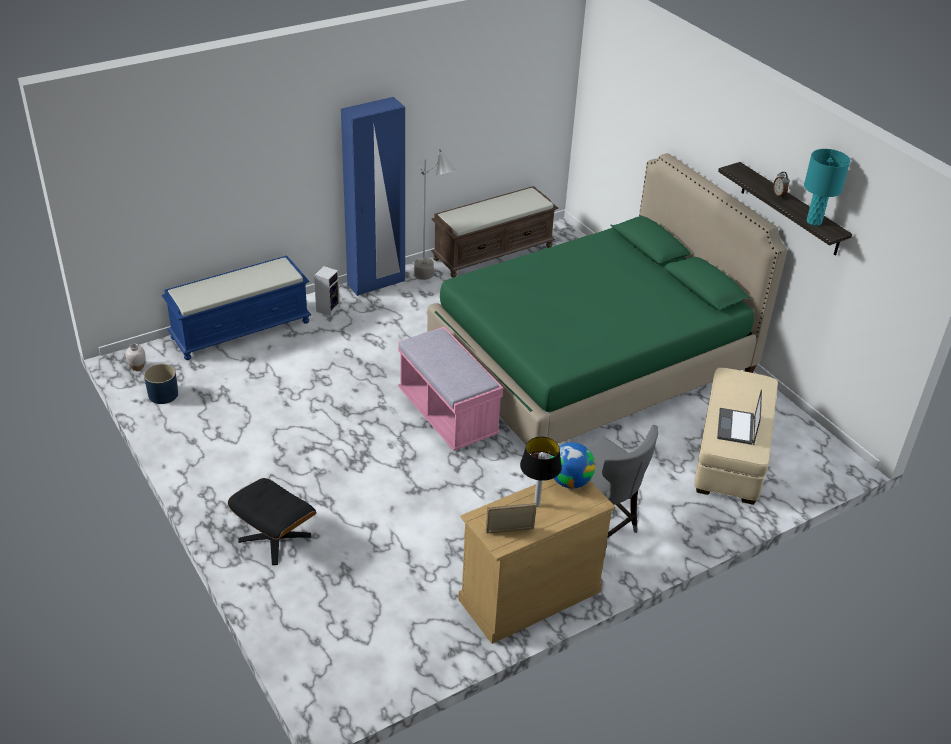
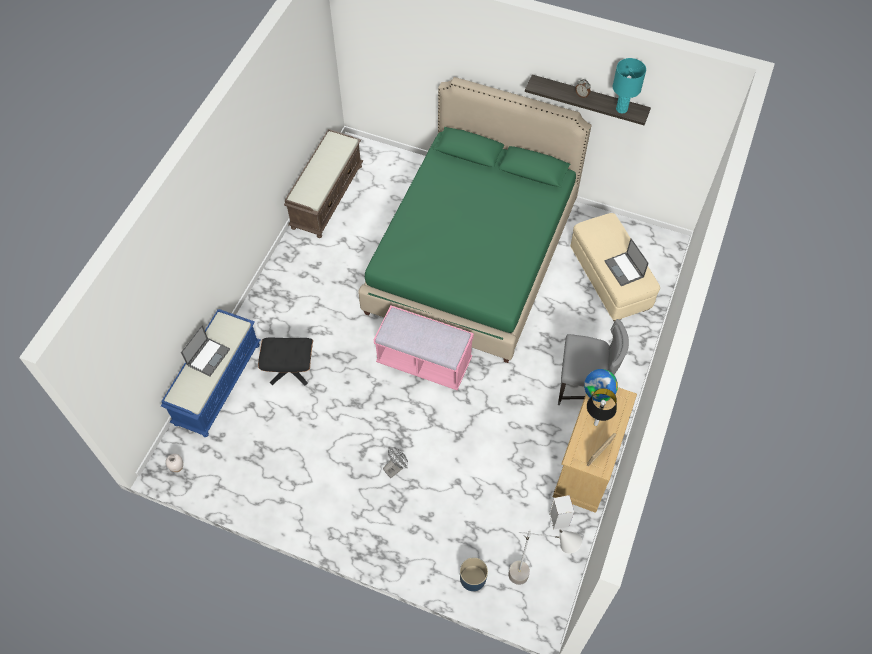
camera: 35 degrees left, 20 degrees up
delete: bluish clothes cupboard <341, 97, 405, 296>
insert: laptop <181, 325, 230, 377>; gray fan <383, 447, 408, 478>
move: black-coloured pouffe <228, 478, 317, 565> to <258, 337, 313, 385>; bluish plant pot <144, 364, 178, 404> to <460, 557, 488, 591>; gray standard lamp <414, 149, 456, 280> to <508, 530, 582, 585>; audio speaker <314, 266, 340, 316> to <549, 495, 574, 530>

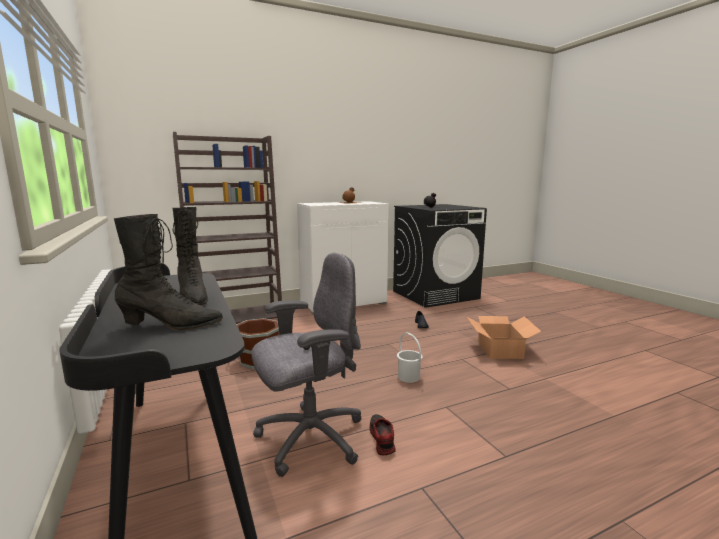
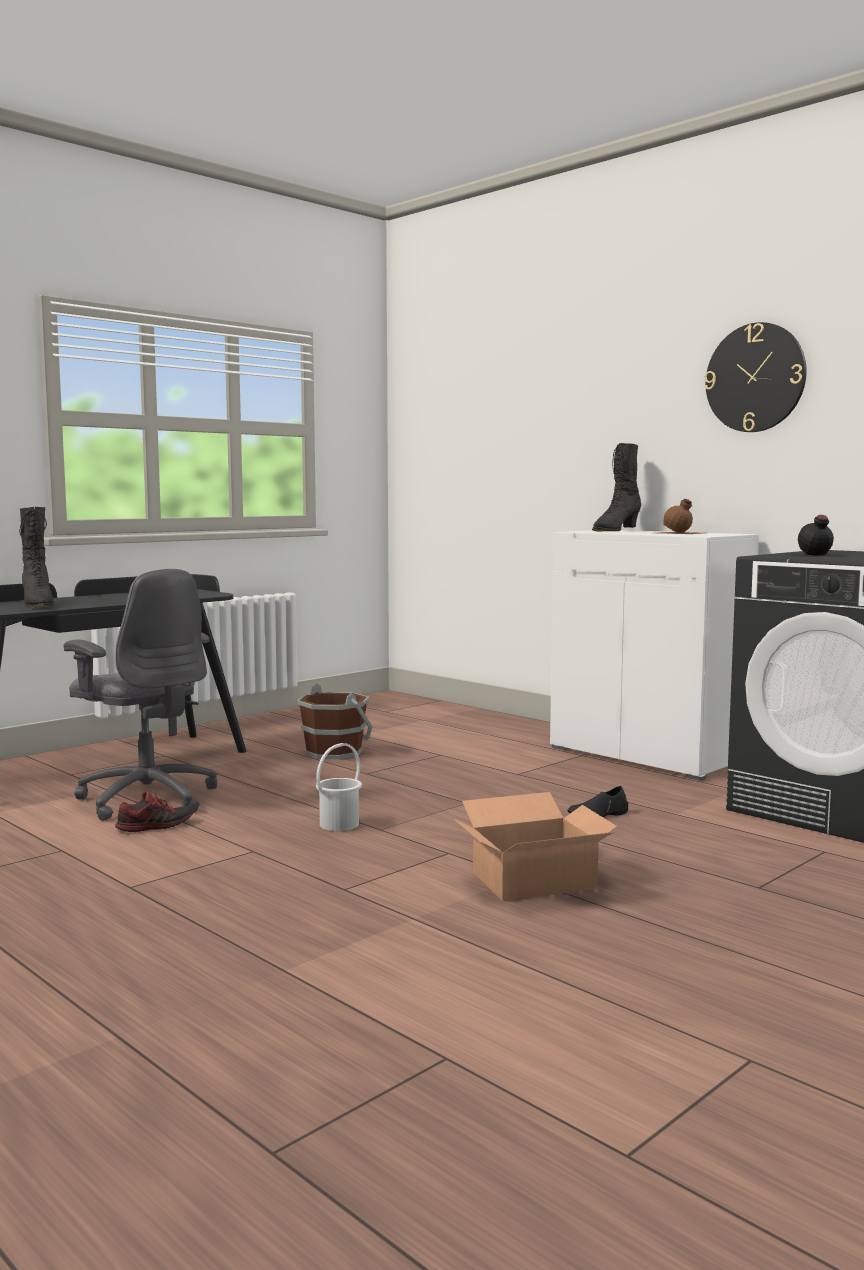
camera: 70 degrees right, 5 degrees down
delete: brown bookcase <173, 132, 282, 324>
insert: hanging clock <704, 322, 807, 432>
move: black-coloured boot <173, 207, 208, 305> to <592, 443, 641, 531>

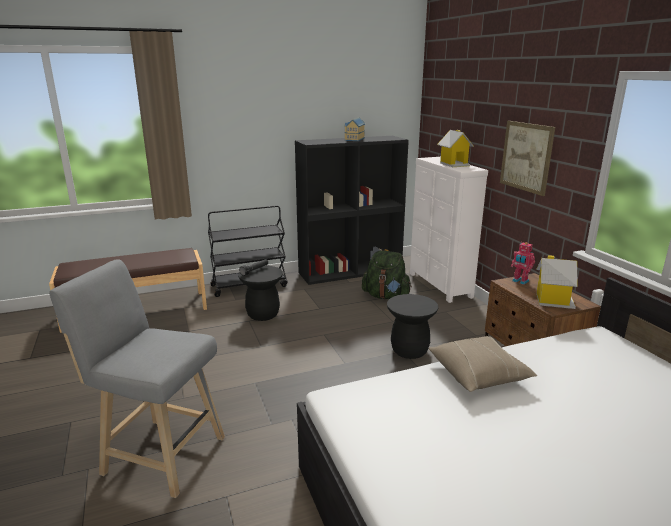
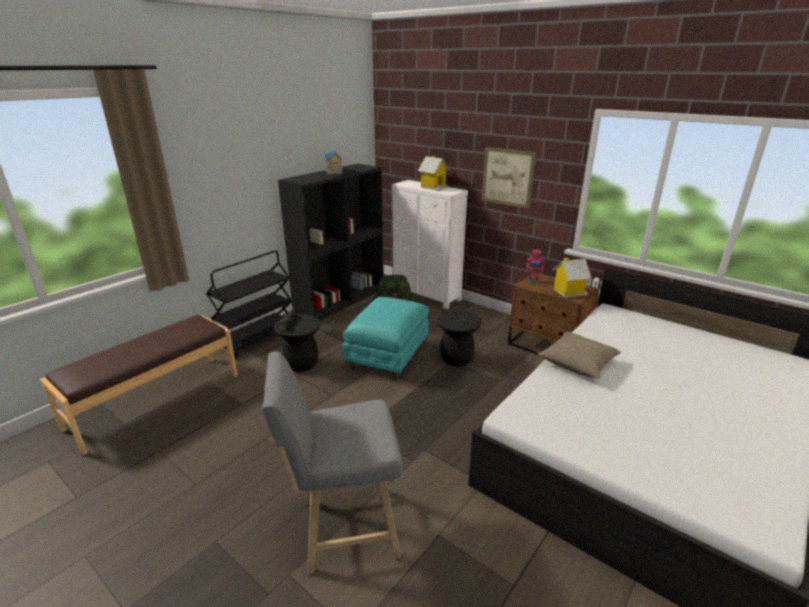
camera: 30 degrees left, 5 degrees up
insert: turquoise-coloured pouffe <342, 297, 429, 380>

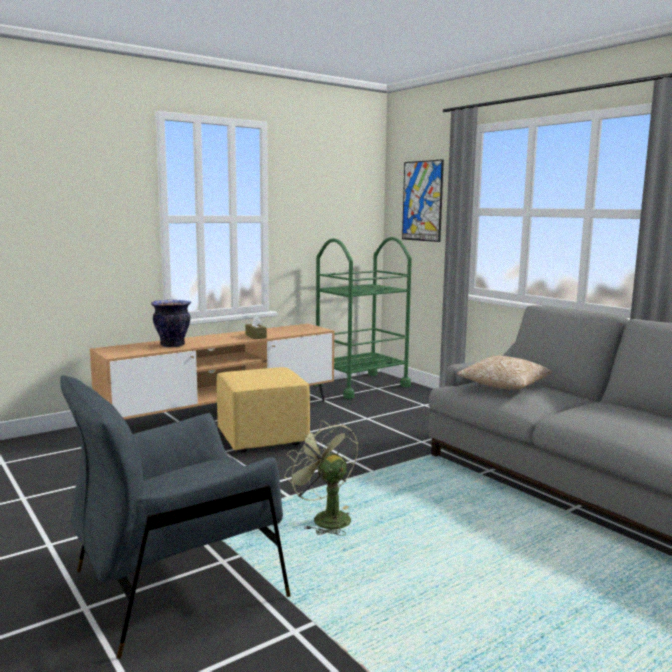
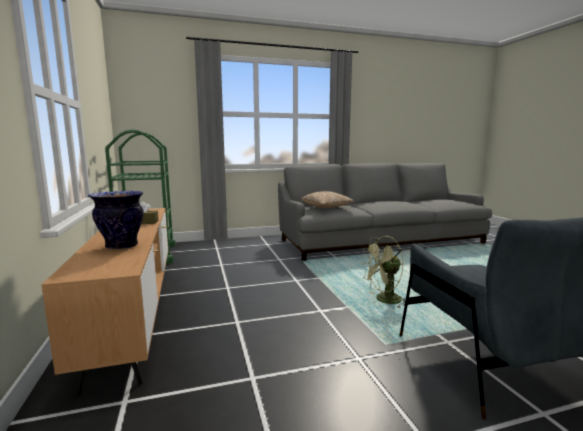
camera: 70 degrees left, 0 degrees up
delete: yellowish pouffe <217, 367, 310, 453>; wall picture <402, 159, 444, 242>

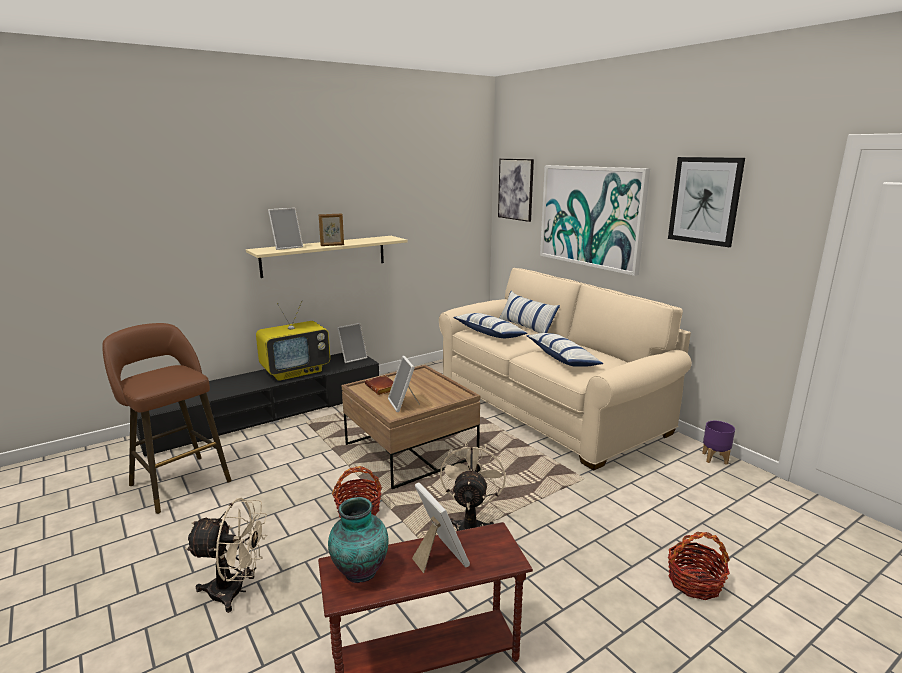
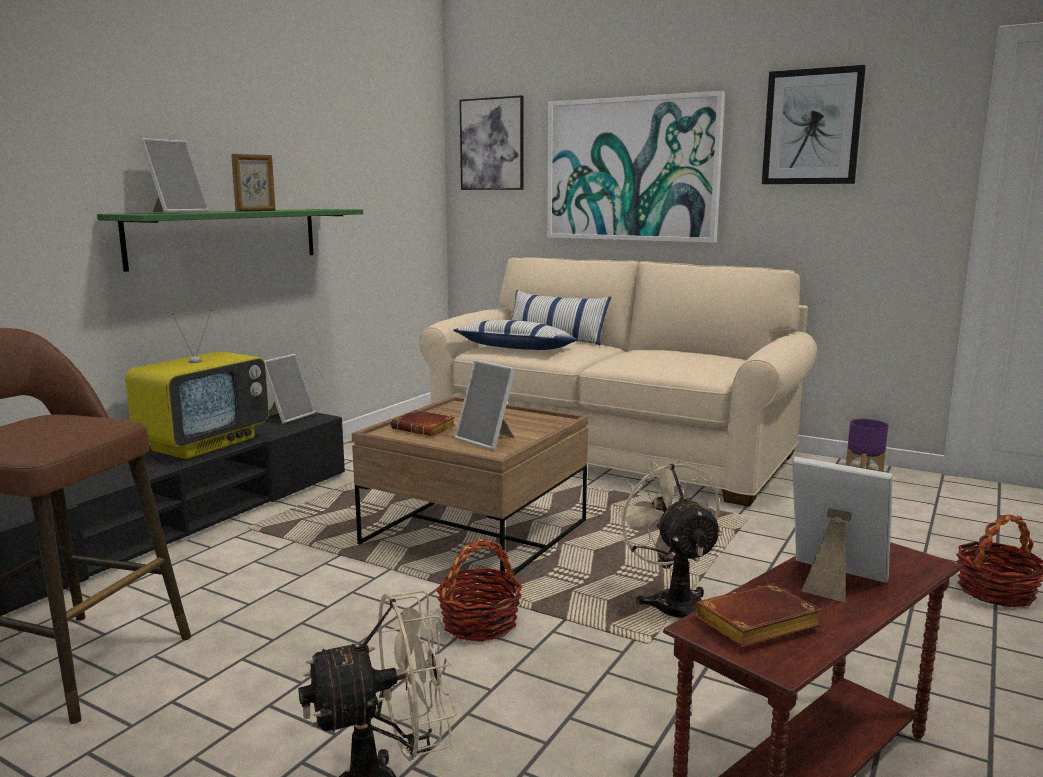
camera: 25 degrees left, 5 degrees down
delete: cushion <526, 333, 603, 367>
replace: decorative vase <328, 497, 388, 583> to brown book <695, 583, 822, 648>
recolor: beige-coloured bracket shelf <246, 236, 407, 278> to green bracket shelf <97, 209, 363, 272>

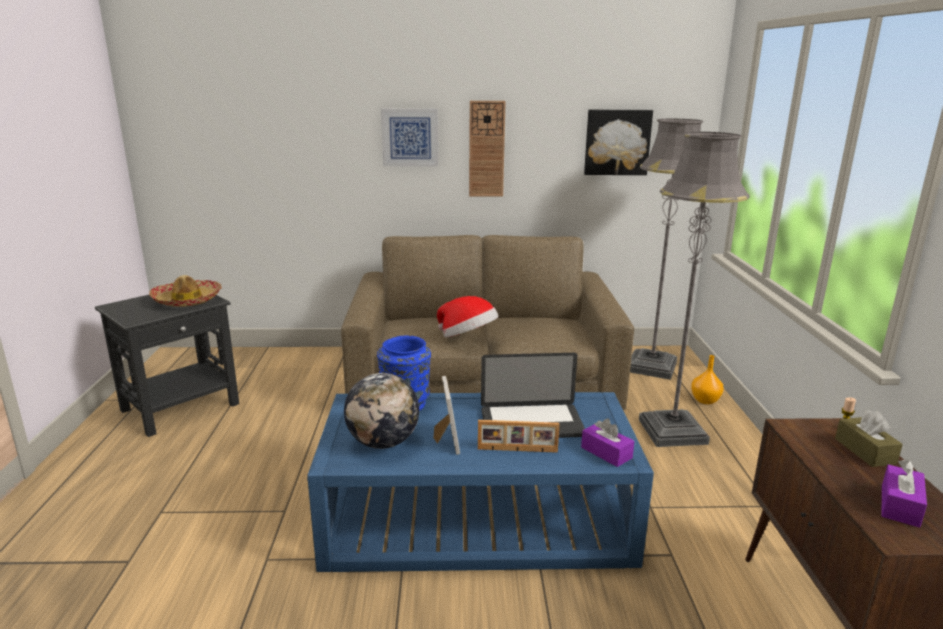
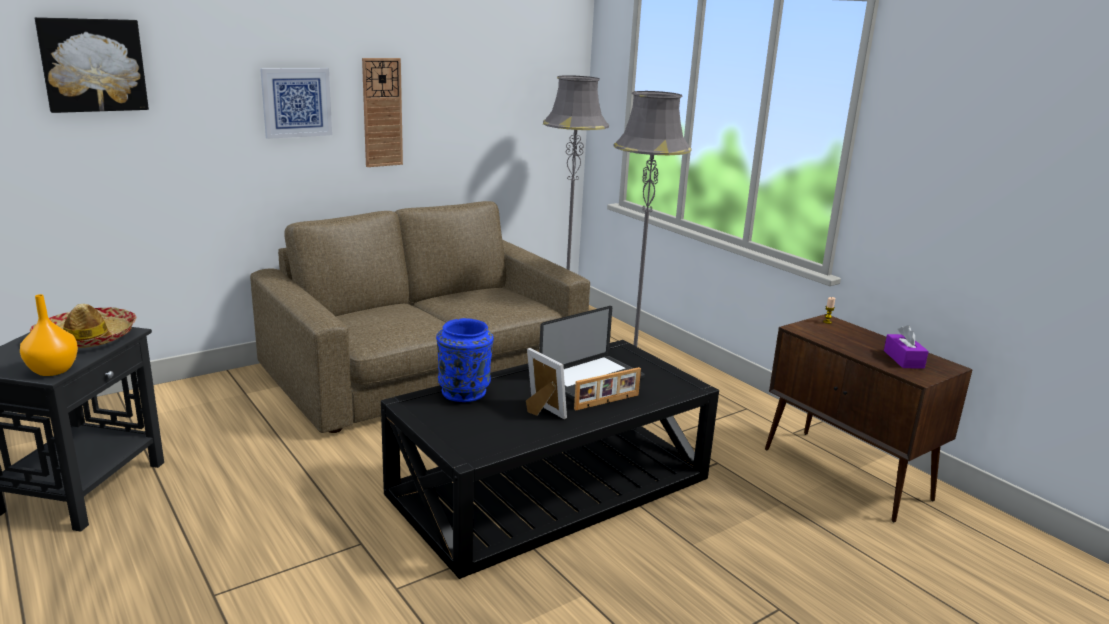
camera: 35 degrees left, 0 degrees up
delete: globe <344, 373, 419, 449>; clothing hat <437, 296, 498, 337>; purple-coloured tissue holder <581, 418, 634, 467>; brown tissue holder <835, 410, 903, 467>
move: orangey decorative vase <691, 355, 724, 404> to <20, 294, 78, 376>; wall picture <584, 110, 653, 175> to <35, 17, 149, 113>
recolor: bluish low table <307, 392, 654, 572> to black-coloured low table <381, 340, 719, 579>

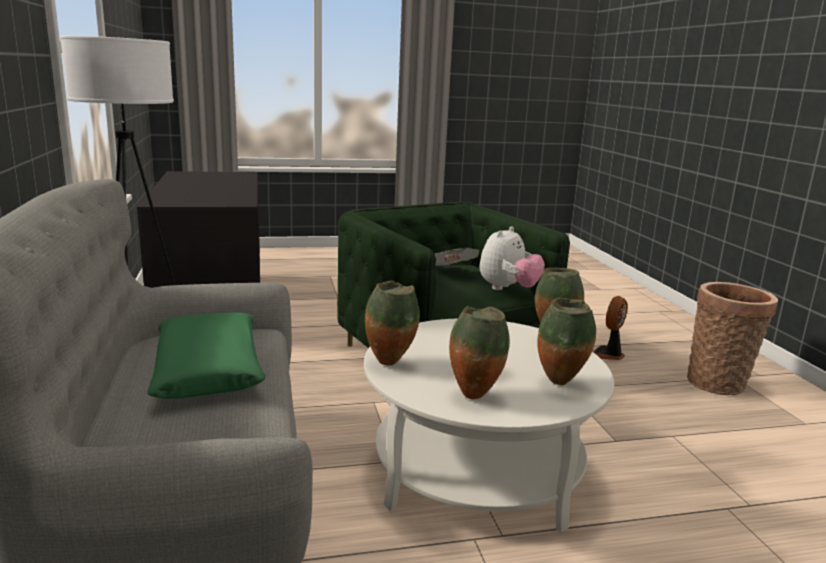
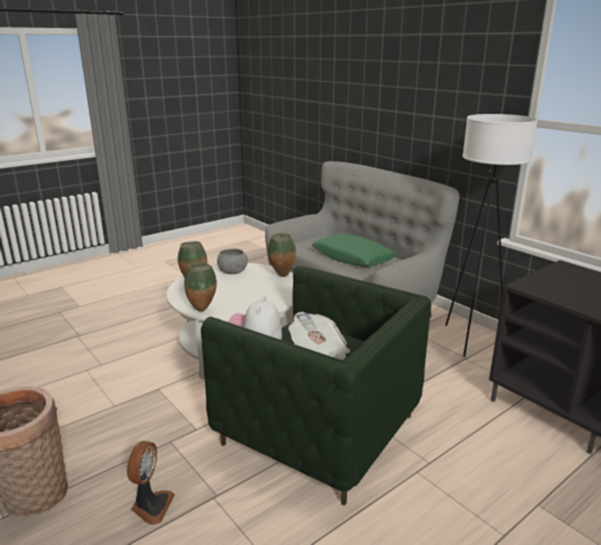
camera: 155 degrees right, 5 degrees up
replace: decorative vase <449, 306, 510, 399> to gray bowl <217, 249, 248, 274>

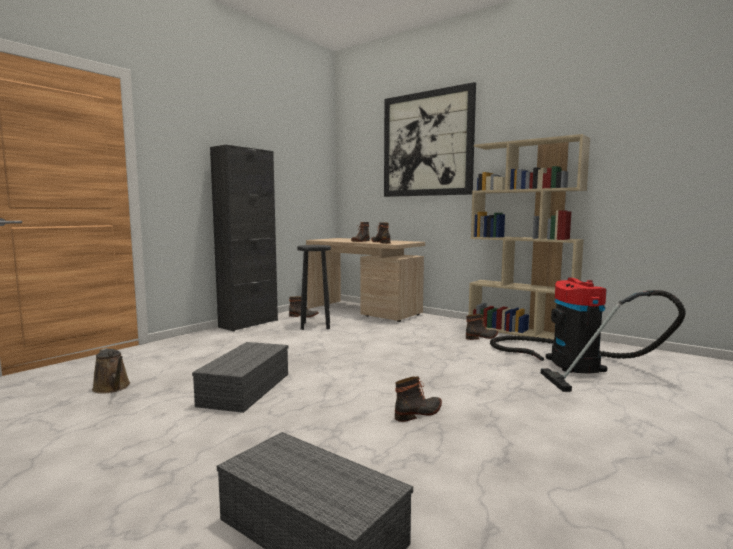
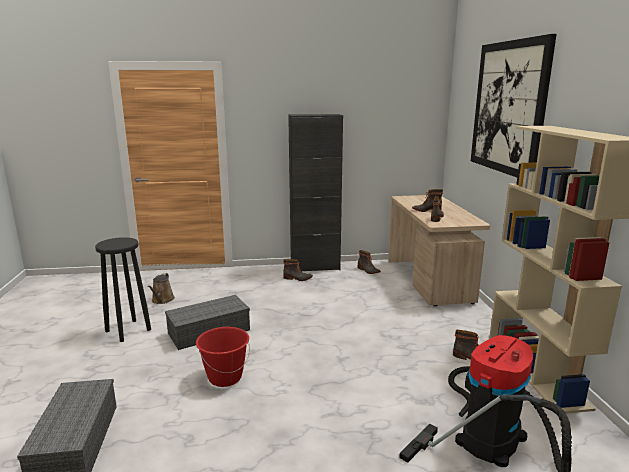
camera: 45 degrees right, 10 degrees up
insert: red-coloured pail <196, 327, 250, 387>
move: black-coloured sitting stool <297, 245, 331, 330> to <95, 237, 151, 342>; boot <395, 376, 442, 422> to <283, 259, 313, 281>

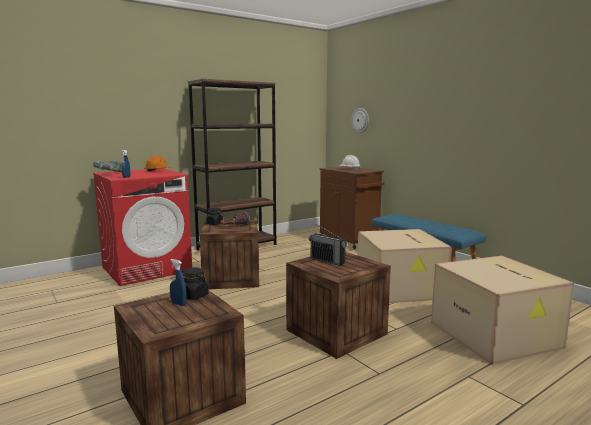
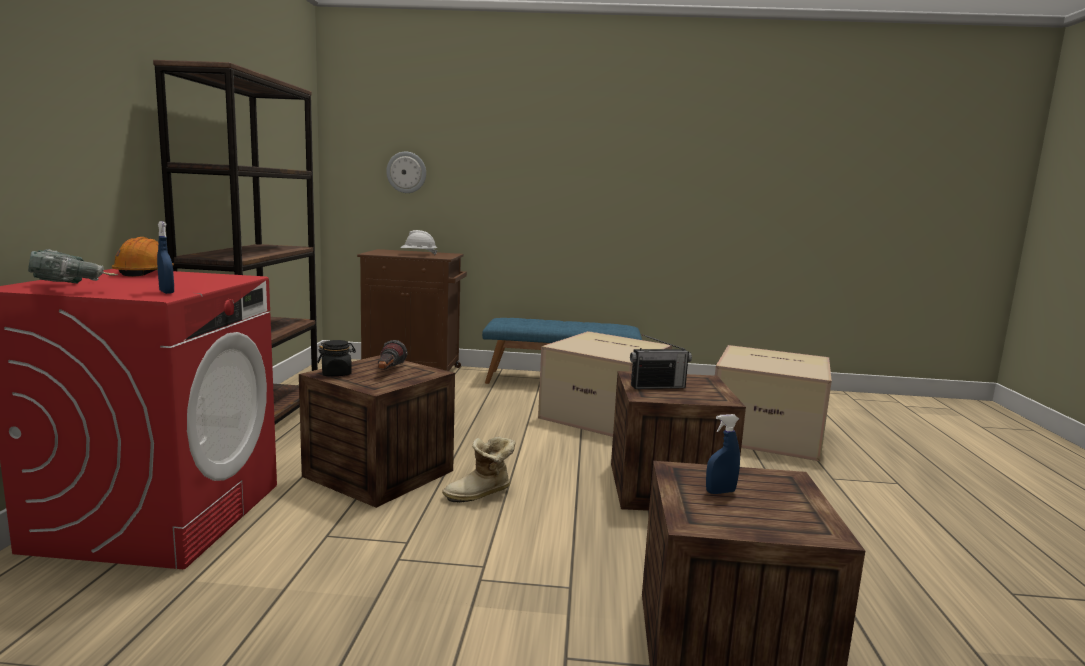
camera: 50 degrees left, 0 degrees up
delete: black-coloured storage jar <182, 267, 209, 300>
insert: boot <442, 436, 515, 502>

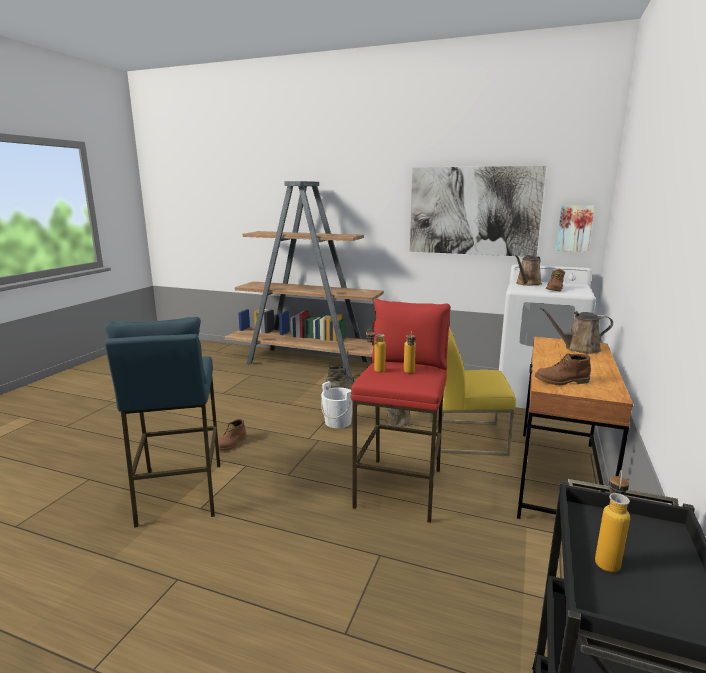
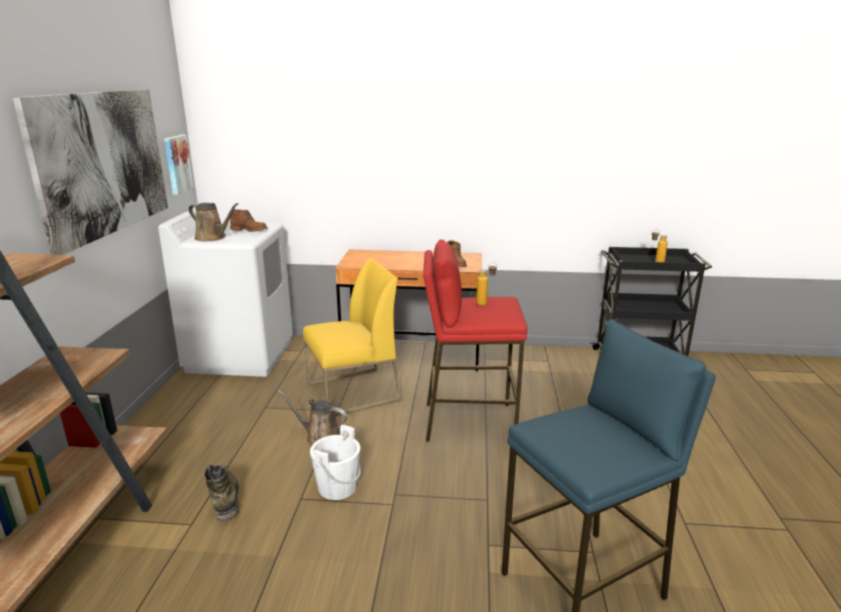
camera: 105 degrees left, 5 degrees up
delete: brown boot <214, 419, 246, 451>; beverage bottle <366, 328, 386, 372>; brown watering can <540, 307, 613, 354>
rotate: yellowish chair <430, 327, 516, 456> = <303, 258, 402, 416> 105 degrees counterclockwise

